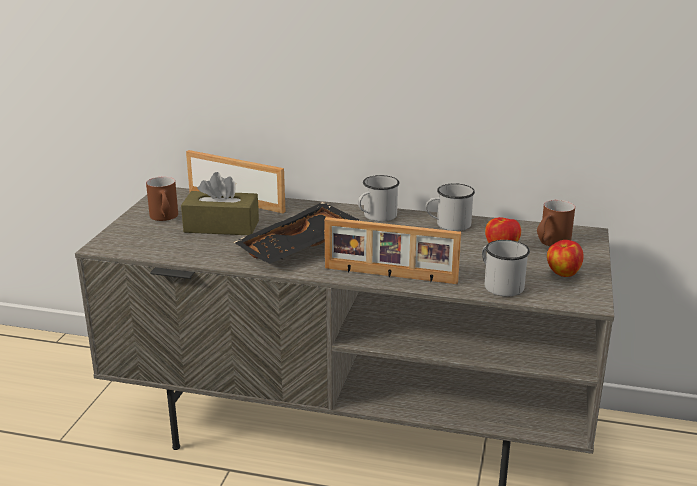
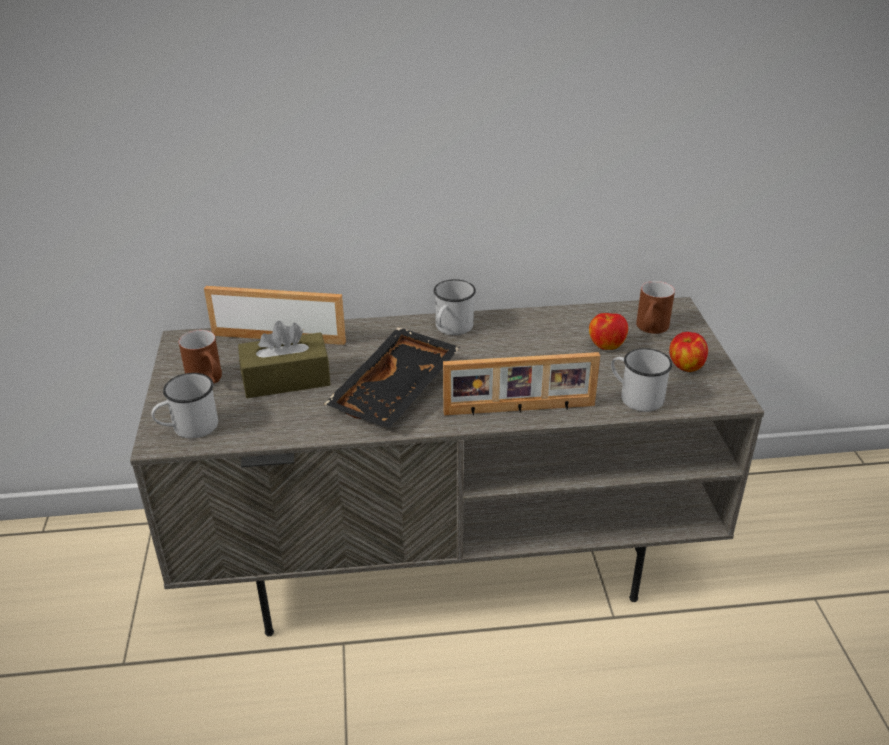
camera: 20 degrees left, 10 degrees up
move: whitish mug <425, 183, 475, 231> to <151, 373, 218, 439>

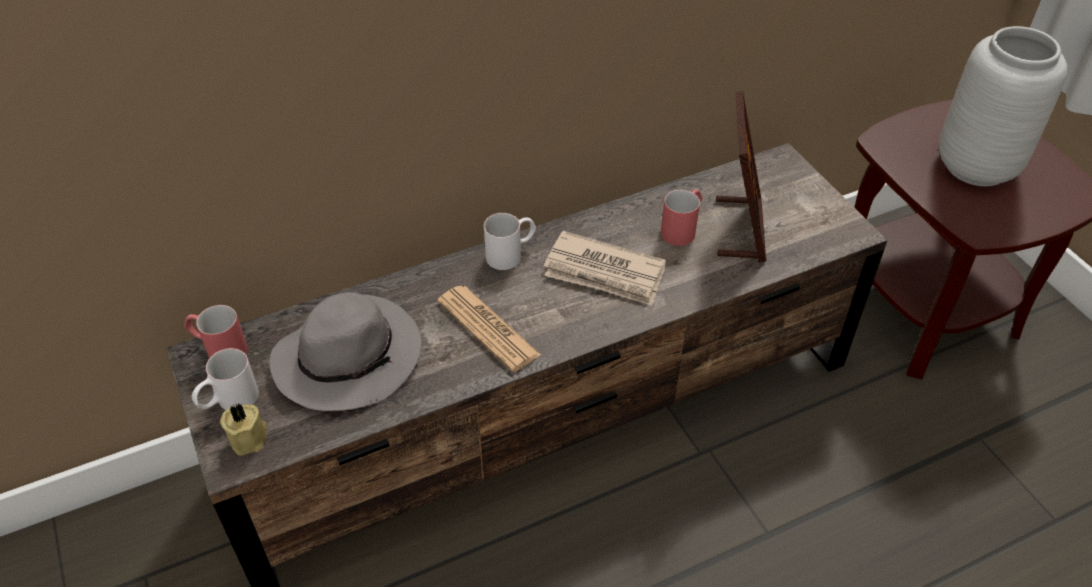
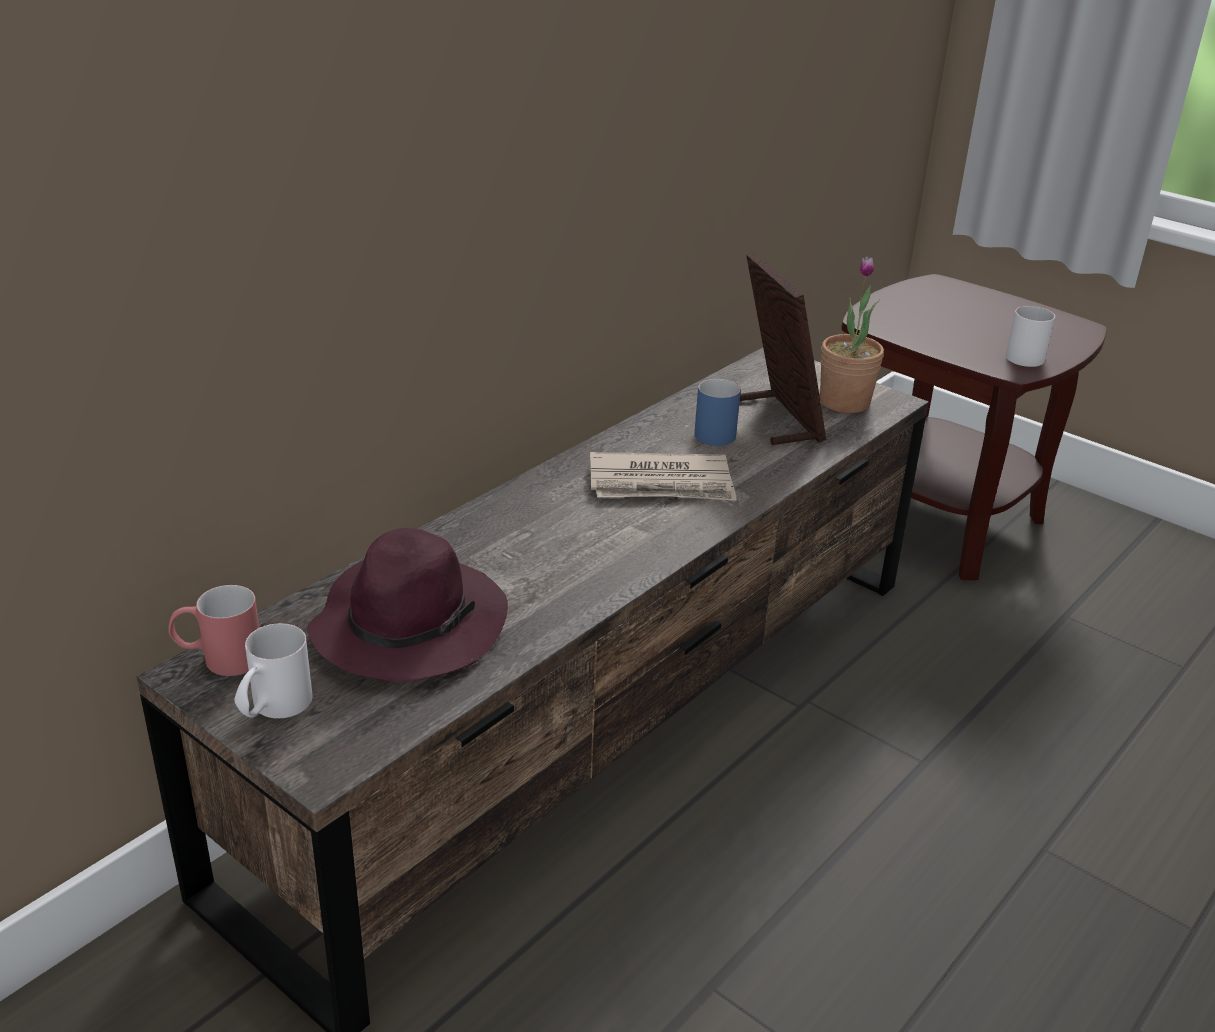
camera: 25 degrees left, 15 degrees down
delete: beige-coloured wax candle <220, 404, 267, 456>; daily paper <437, 286, 541, 372>; gray decorative vase <939, 26, 1068, 186>
insert: houseplant <820, 256, 884, 413>
move: whitish mug <484, 213, 536, 270> to <1006, 306, 1055, 367>
recolor: gray clothing hat <270, 292, 421, 411> to purple-coloured clothing hat <307, 528, 508, 682>; red-coloured mug <661, 189, 702, 246> to bluish mug <694, 379, 741, 446>

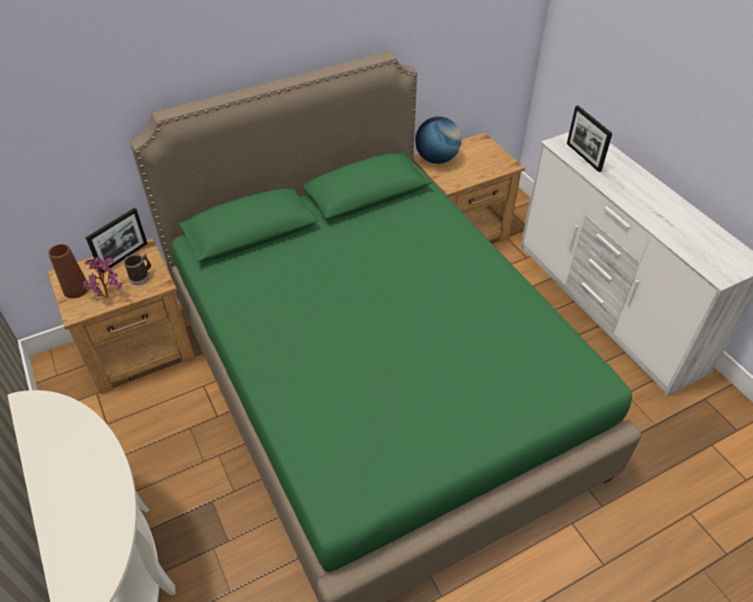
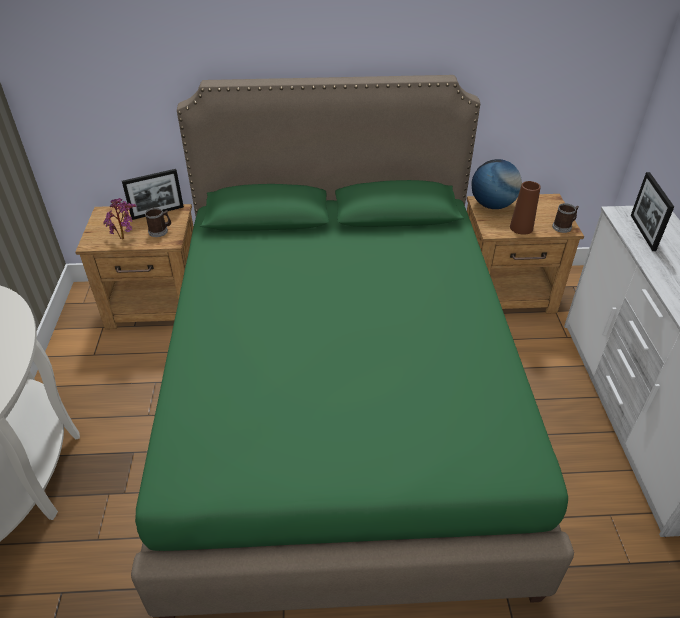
camera: 25 degrees right, 5 degrees down
insert: mug <552, 203, 579, 233>
move: brown decorative vase <48, 244, 89, 298> to <510, 181, 541, 235>

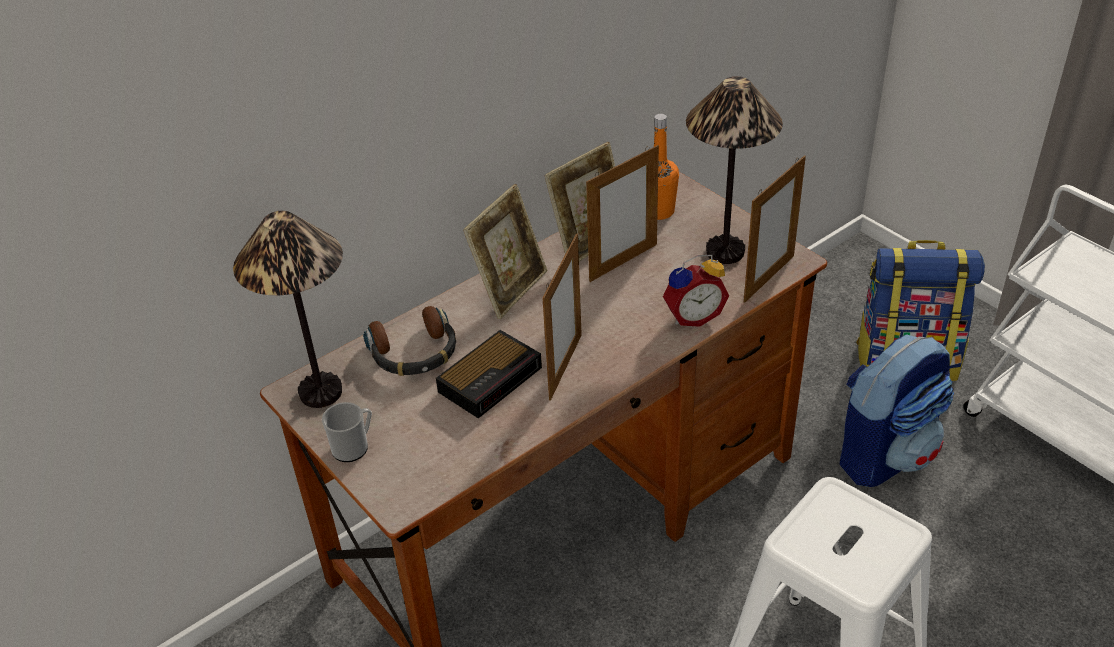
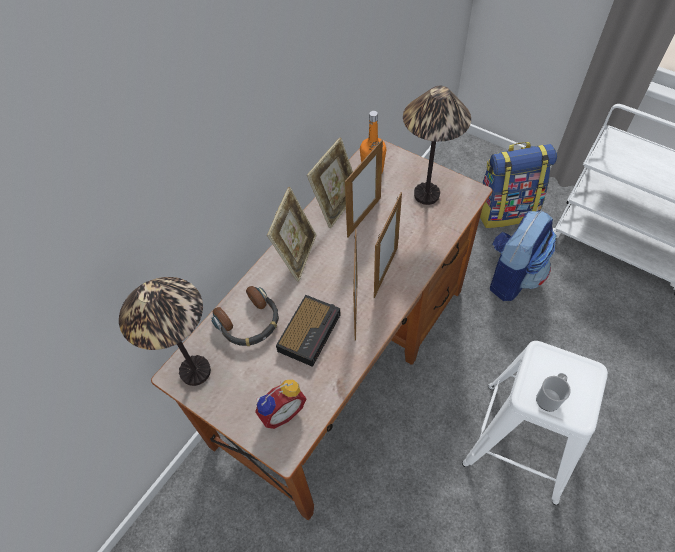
camera: 15 degrees left, 15 degrees up
move: bedside clock <663, 255, 729, 327> to <255, 380, 307, 429>; photo frame <744, 155, 806, 303> to <374, 192, 402, 298>; mug <322, 402, 372, 462> to <536, 376, 571, 412>

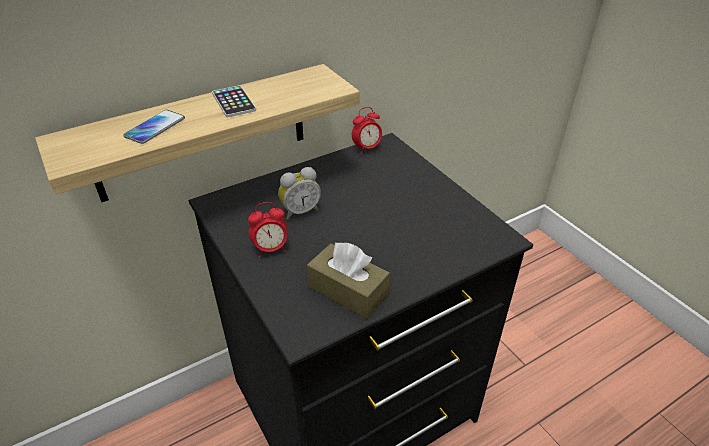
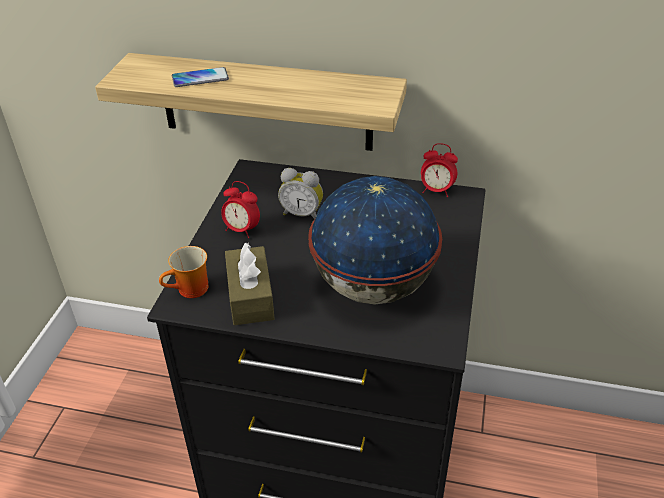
camera: 45 degrees right, 0 degrees up
delete: phone <212, 85, 256, 117>
insert: mug <159, 246, 209, 298>; globe <308, 176, 442, 305>

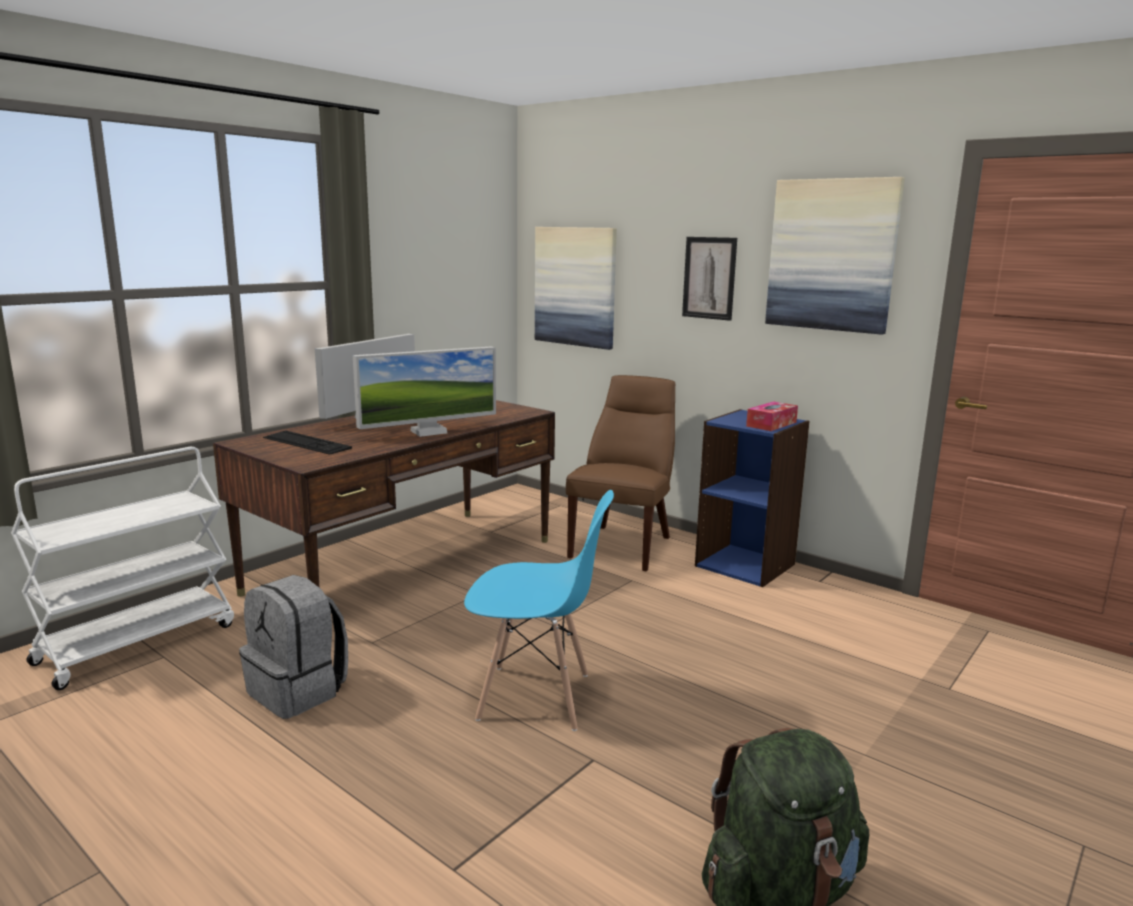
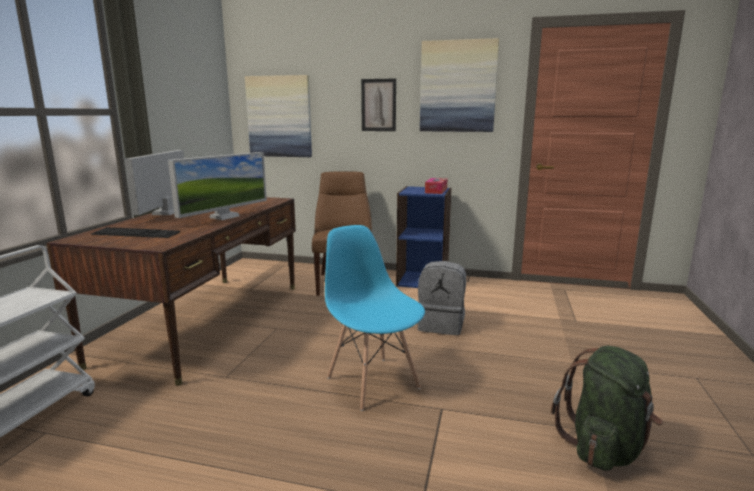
camera: 25 degrees left, 0 degrees up
move: gray rucksack <239, 575, 348, 719> to <417, 261, 466, 335>
rotate: bluish chair <464, 490, 614, 731> = <325, 225, 425, 411> 105 degrees counterclockwise

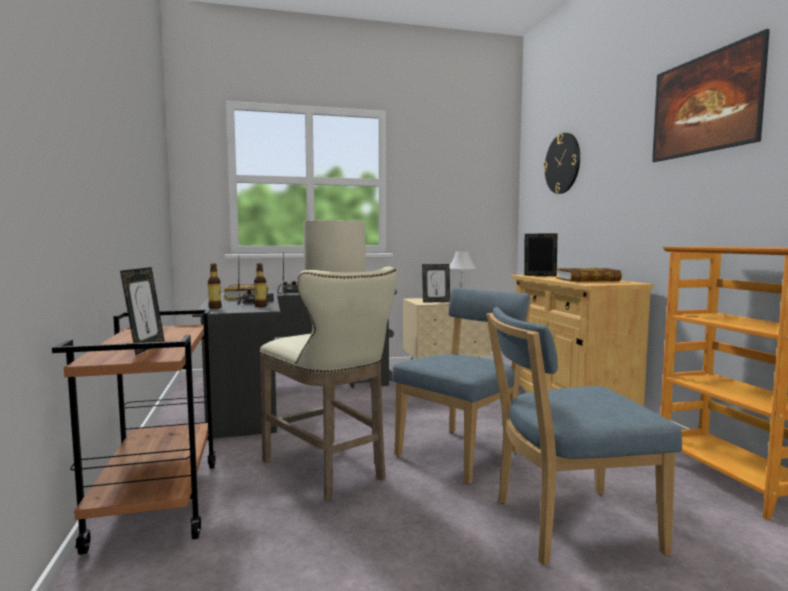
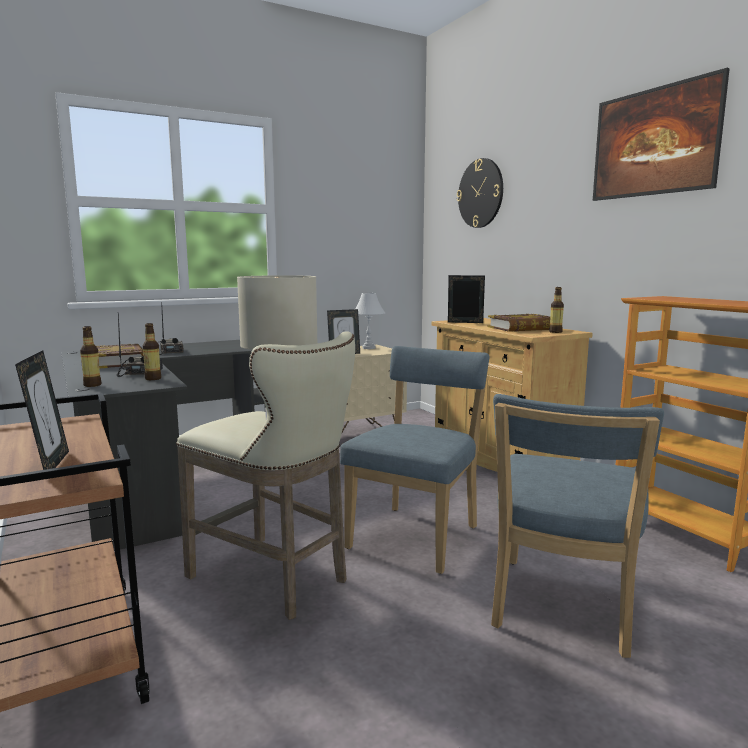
camera: 15 degrees left, 5 degrees up
insert: beverage bottle <549, 287, 564, 333>
rotate: bluish chair <487, 307, 682, 566> = <491, 394, 664, 658> 45 degrees counterclockwise

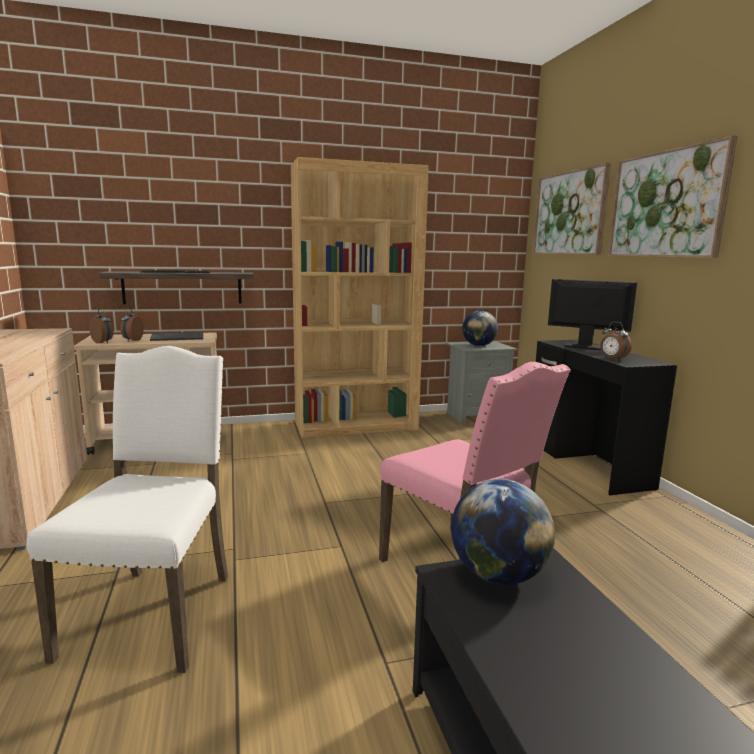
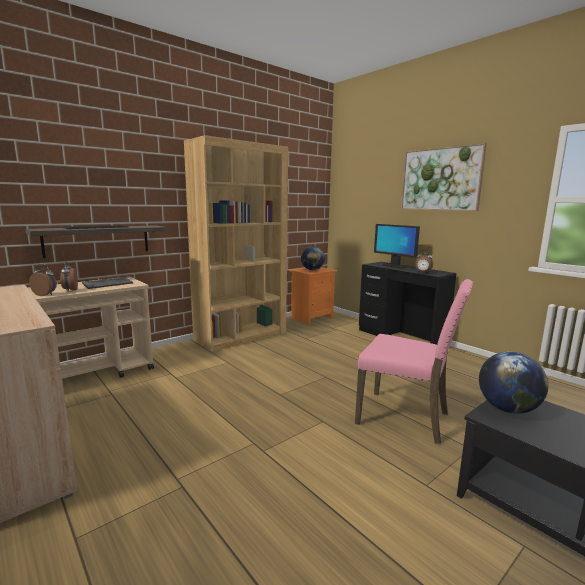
camera: 25 degrees left, 0 degrees up
delete: whitish chair <26, 346, 228, 673>; wall picture <532, 163, 611, 255>
recolor: gray night table <446, 341, 517, 424> to orangey night table <289, 267, 337, 325>
rotate: computer display <548, 279, 637, 350> = <374, 224, 420, 269> 135 degrees counterclockwise

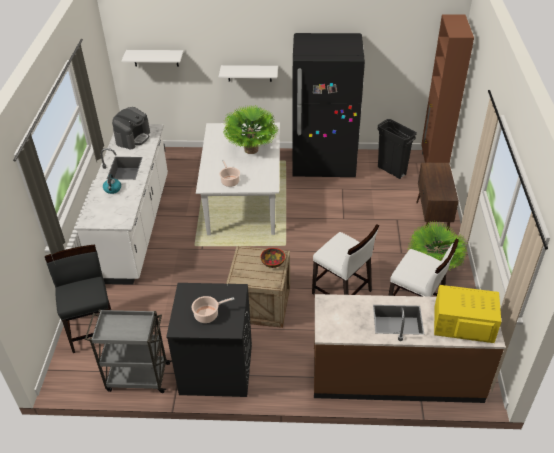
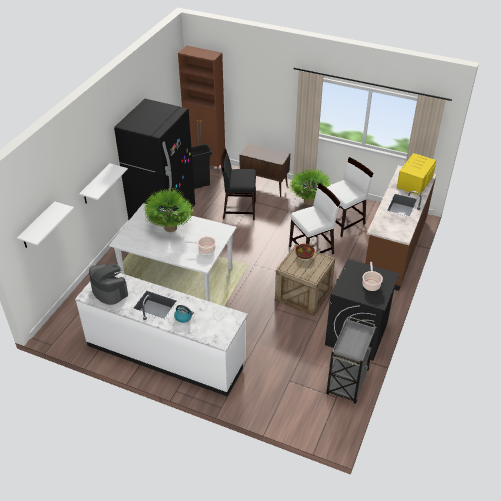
camera: 70 degrees left, 0 degrees up
move: black-coloured chair <45, 244, 111, 353> to <221, 149, 256, 220>

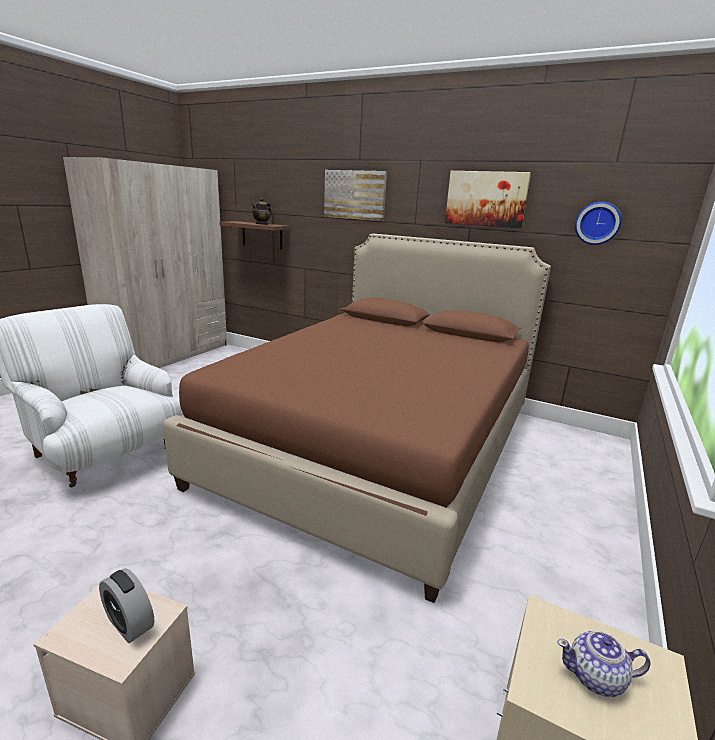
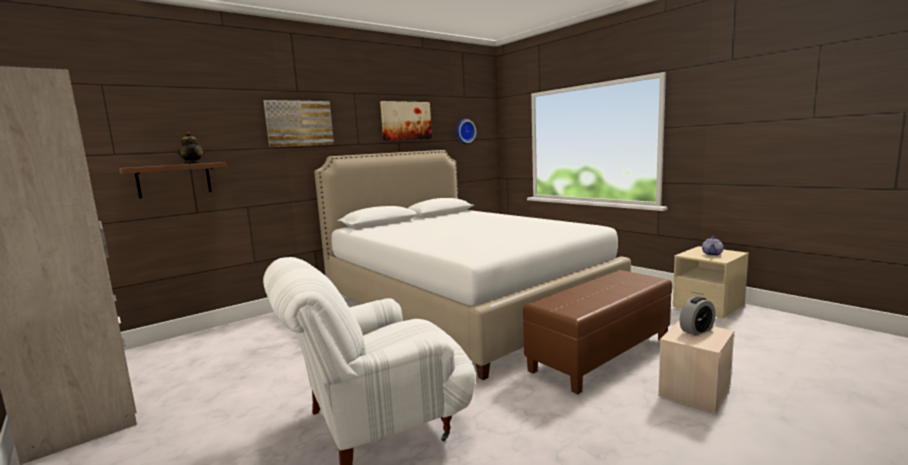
camera: 65 degrees left, 10 degrees down
insert: brown pouffe <523, 270, 672, 394>
recolor: brown bedroom bed <163, 234, 551, 603> to whitish bedroom bed <314, 150, 631, 380>

